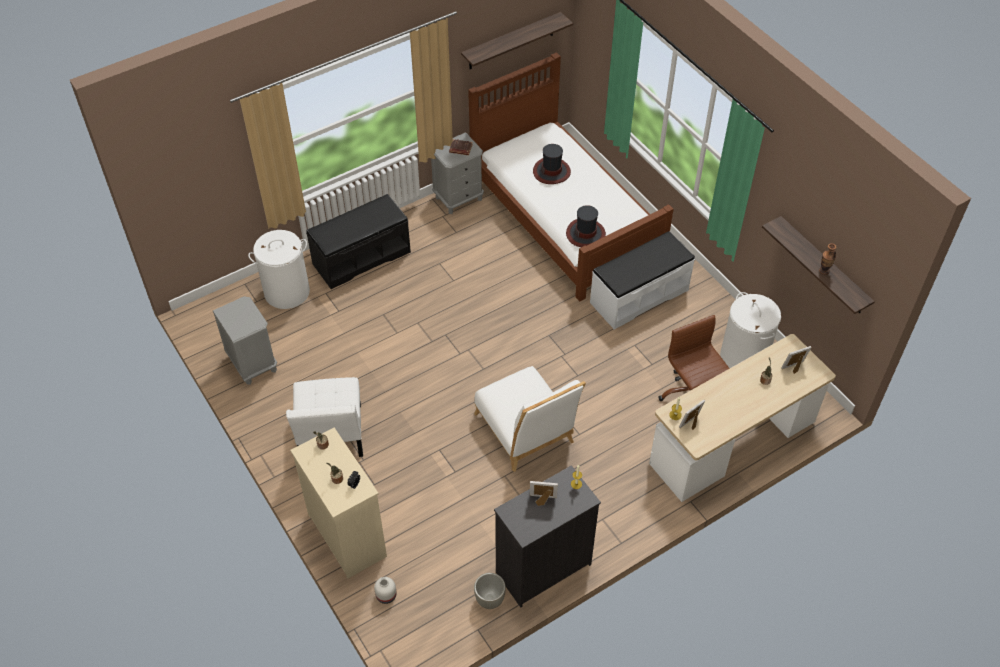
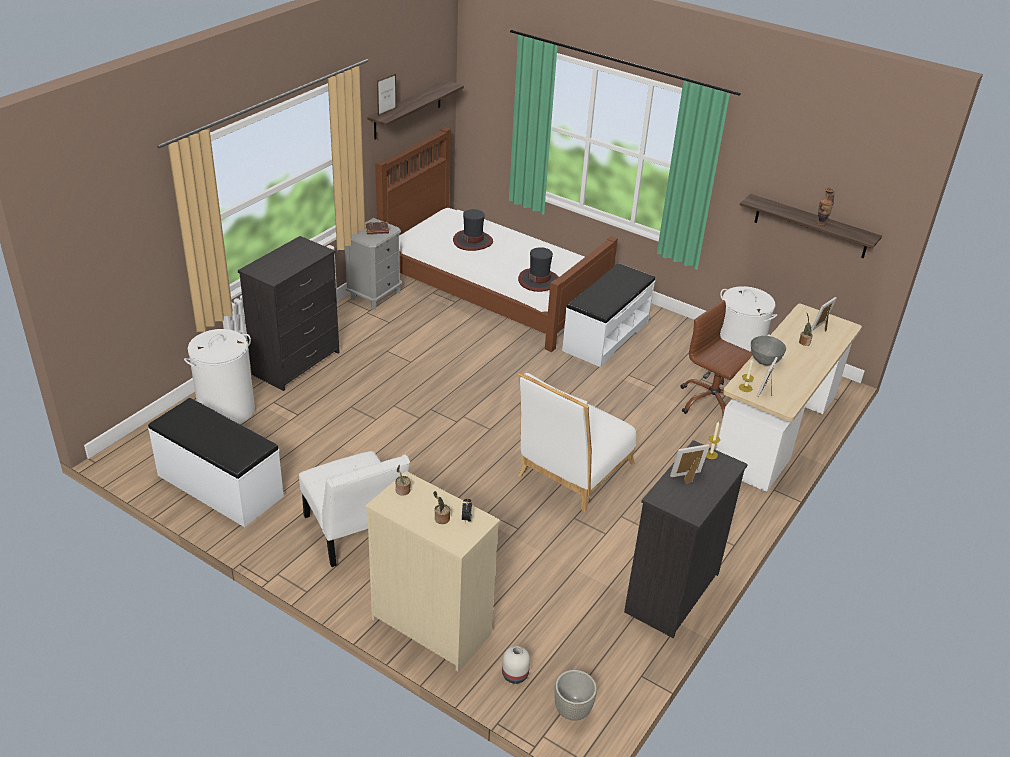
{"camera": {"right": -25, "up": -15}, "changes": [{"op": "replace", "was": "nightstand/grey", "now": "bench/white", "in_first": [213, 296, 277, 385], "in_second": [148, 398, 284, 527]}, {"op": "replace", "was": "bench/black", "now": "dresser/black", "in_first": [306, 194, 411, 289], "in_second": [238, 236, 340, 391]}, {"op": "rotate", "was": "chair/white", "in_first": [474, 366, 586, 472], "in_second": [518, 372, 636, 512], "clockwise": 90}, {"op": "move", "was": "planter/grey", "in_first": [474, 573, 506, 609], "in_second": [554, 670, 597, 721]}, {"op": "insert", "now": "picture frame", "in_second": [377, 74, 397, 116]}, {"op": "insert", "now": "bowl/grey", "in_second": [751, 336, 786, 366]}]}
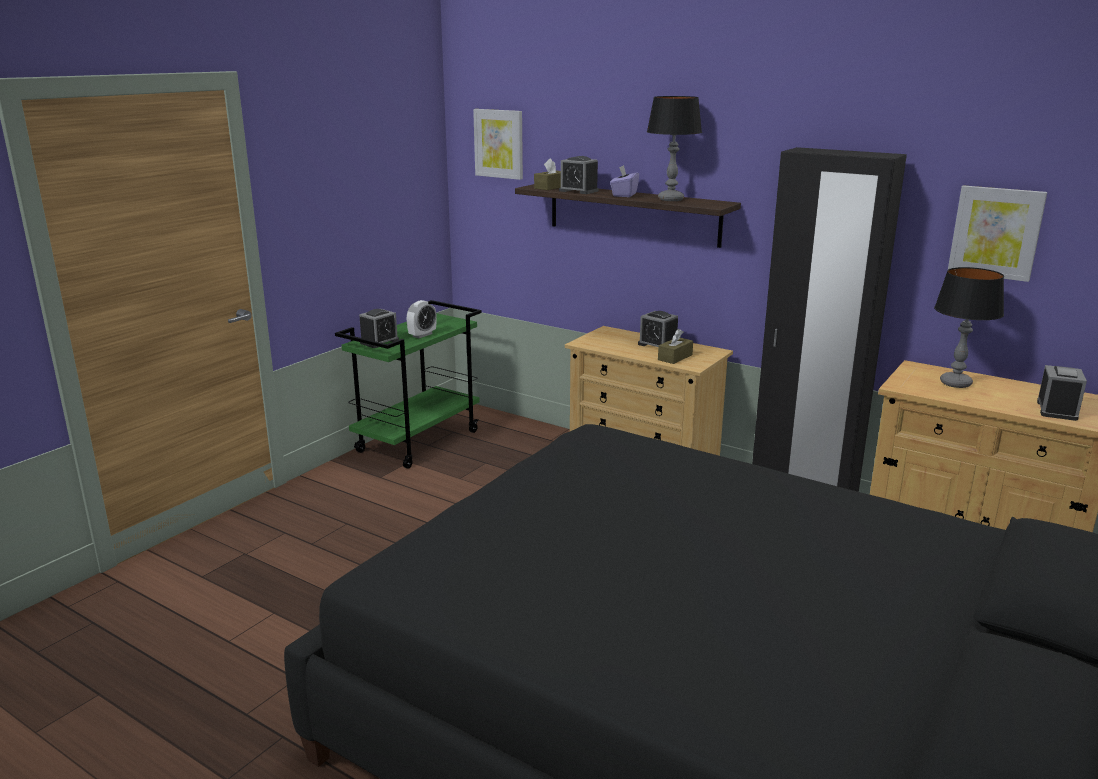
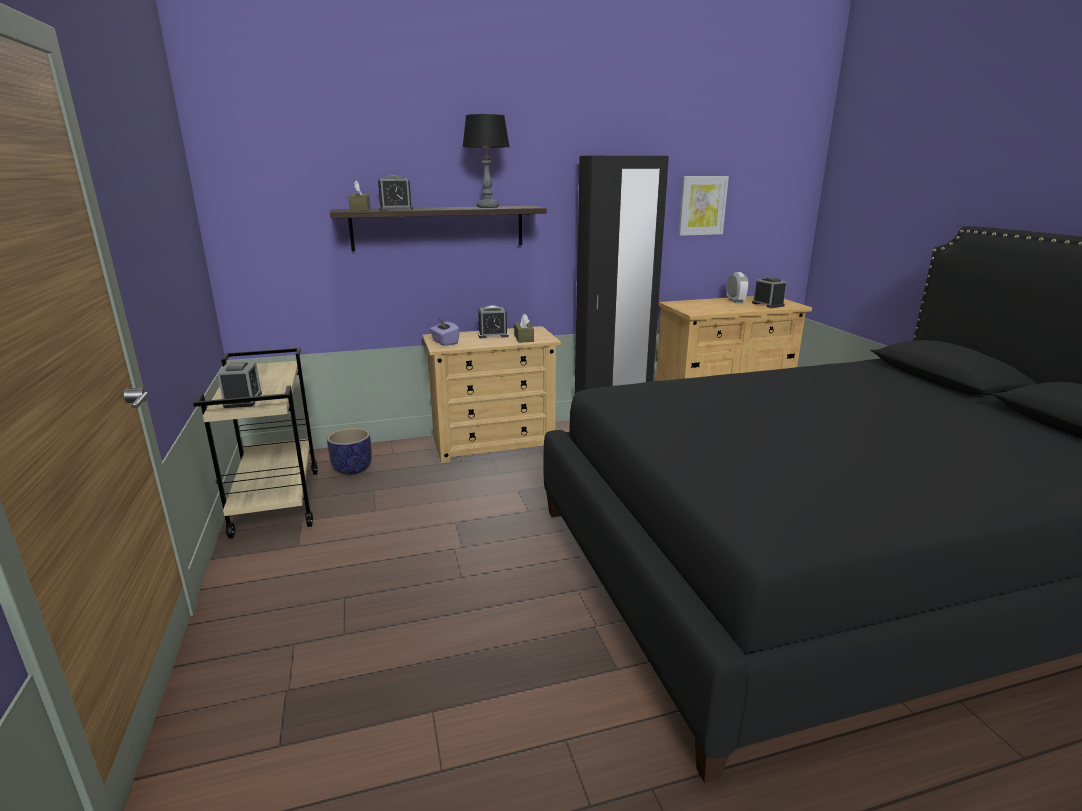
{"camera": {"right": -50, "up": 0}, "changes": [{"op": "recolor", "was": "cart/green", "now": "cart/beige", "in_first": [335, 300, 482, 468], "in_second": [193, 348, 318, 538]}, {"op": "move", "was": "alarm clock", "in_first": [407, 300, 437, 338], "in_second": [727, 272, 749, 303]}, {"op": "delete", "was": "picture", "in_first": [473, 109, 523, 180]}, {"op": "move", "was": "tissue box/purple", "in_first": [610, 165, 639, 197], "in_second": [430, 318, 460, 346]}, {"op": "delete", "was": "table lamp", "in_first": [934, 267, 1004, 388]}, {"op": "insert", "now": "planter", "in_second": [327, 428, 372, 475]}]}
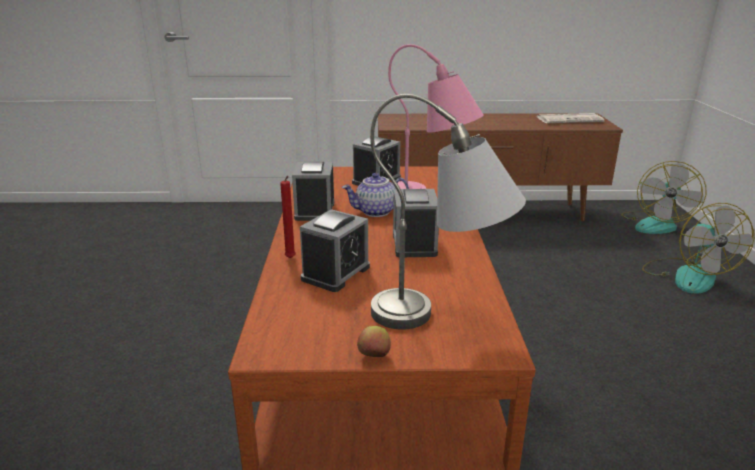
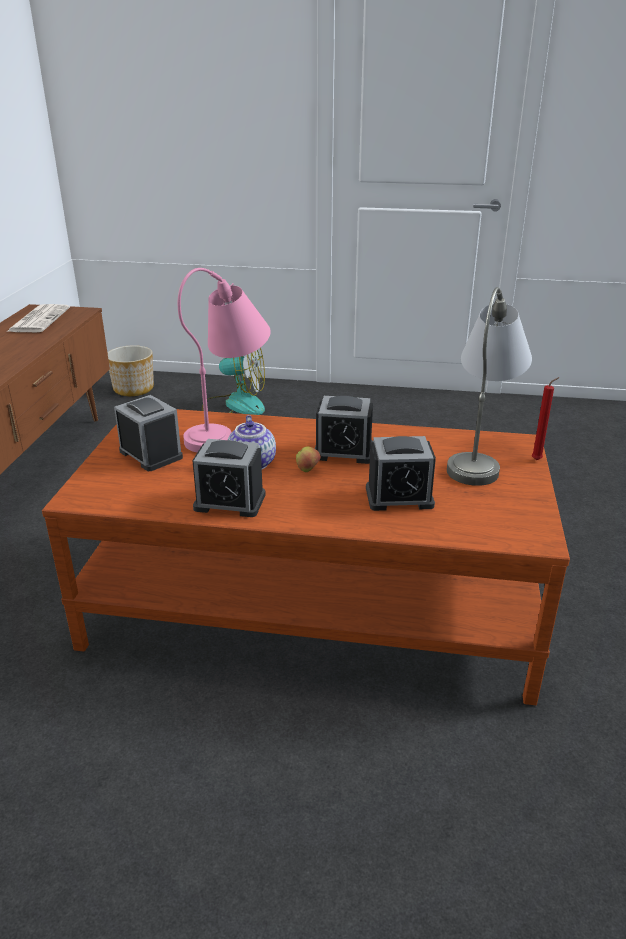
{"camera": {"right": -80, "up": 5}, "changes": [{"op": "move", "was": "candle/red", "in_first": [280, 176, 296, 259], "in_second": [532, 377, 560, 460]}, {"op": "rotate", "was": "alarm clock", "in_first": [300, 209, 370, 292], "in_second": [366, 436, 436, 511], "clockwise": 135}, {"op": "move", "was": "apple", "in_first": [357, 326, 391, 357], "in_second": [296, 446, 321, 472]}, {"op": "replace", "was": "fan", "now": "planter", "in_first": [621, 161, 706, 234], "in_second": [107, 345, 154, 396]}]}
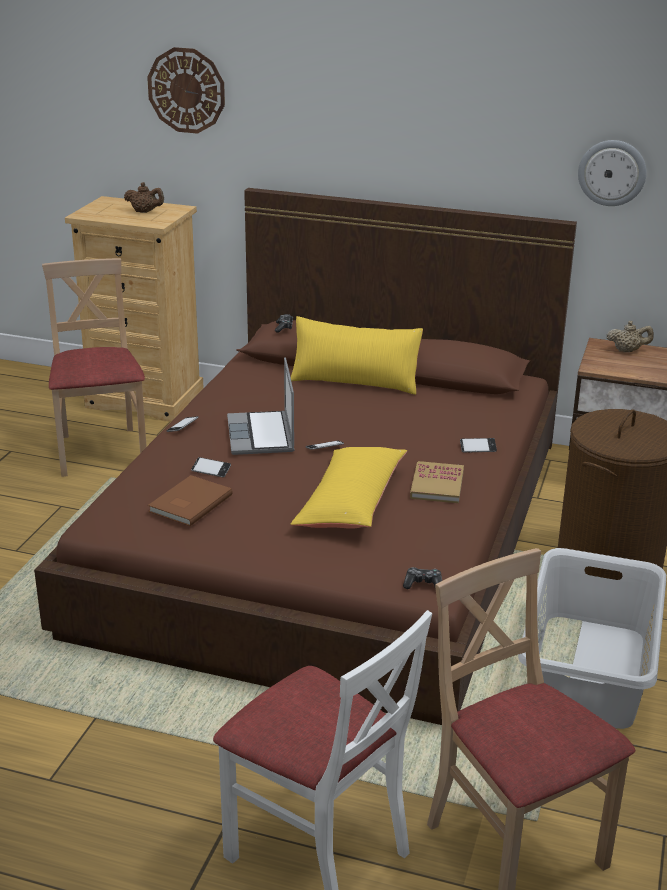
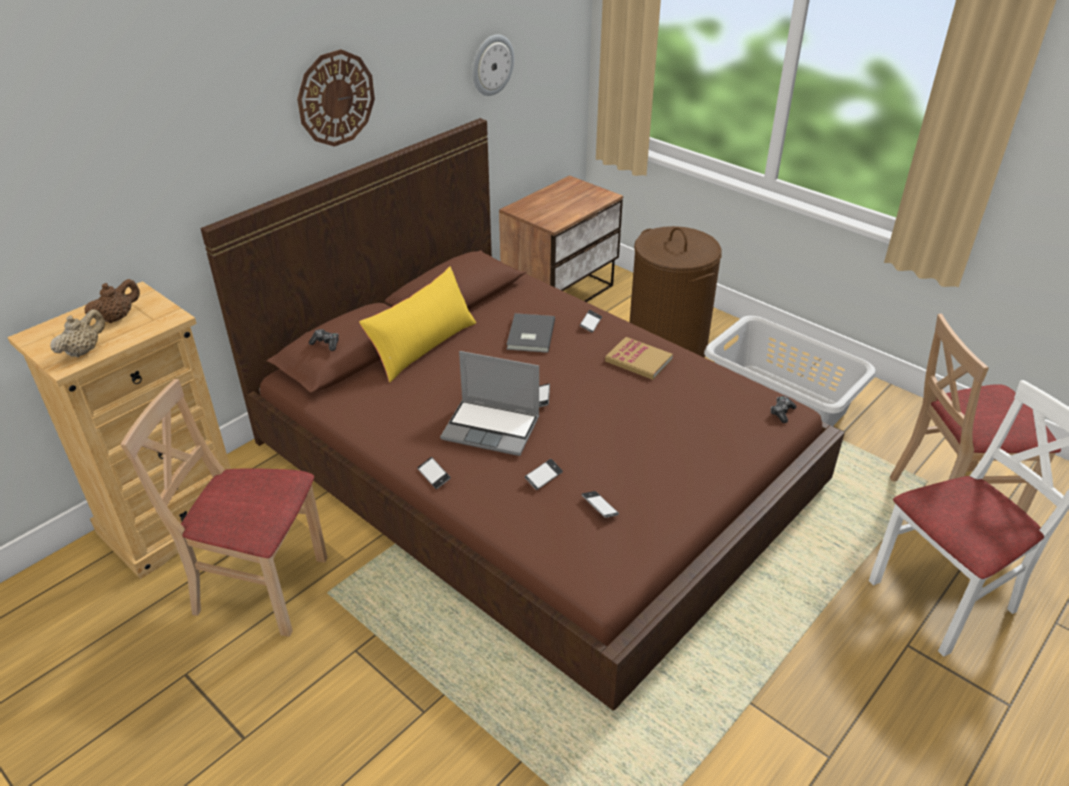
{"camera": {"right": -65, "up": 10}, "changes": [{"op": "move", "was": "wall clock", "in_first": [147, 47, 225, 134], "in_second": [297, 49, 375, 147]}, {"op": "replace", "was": "book/brown", "now": "phone", "in_first": [148, 475, 233, 526], "in_second": [582, 491, 619, 518]}, {"op": "delete", "was": "pillow/yellow", "in_first": [291, 447, 407, 529]}, {"op": "move", "was": "teapot/beige", "in_first": [607, 321, 654, 352], "in_second": [50, 309, 105, 358]}, {"op": "insert", "now": "book/grey", "in_second": [506, 313, 555, 353]}]}
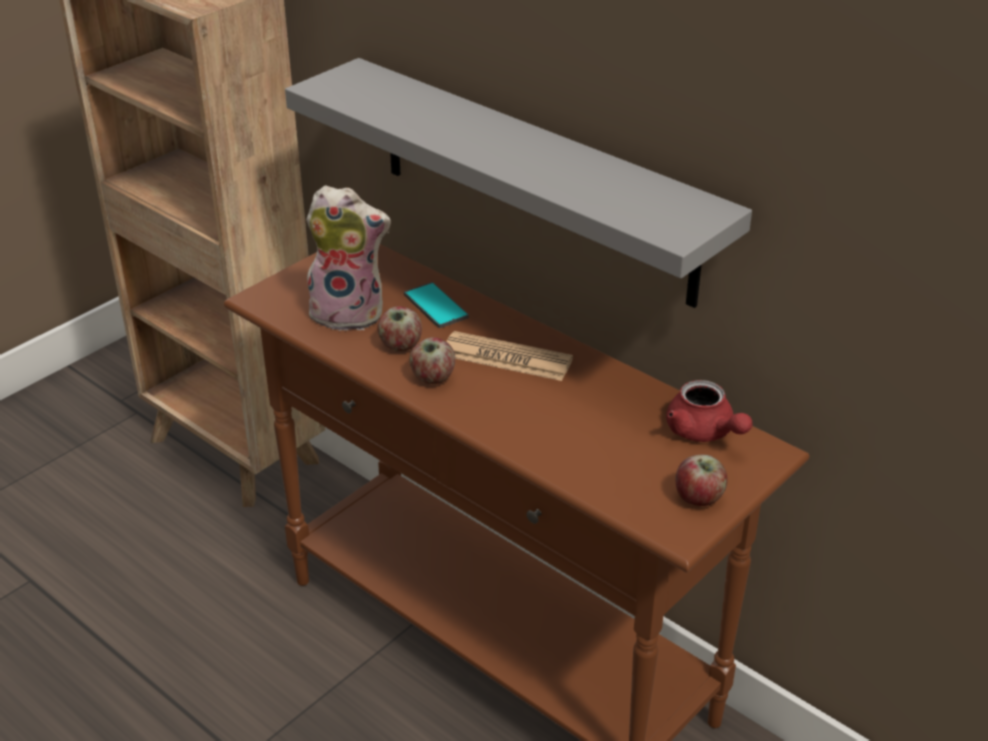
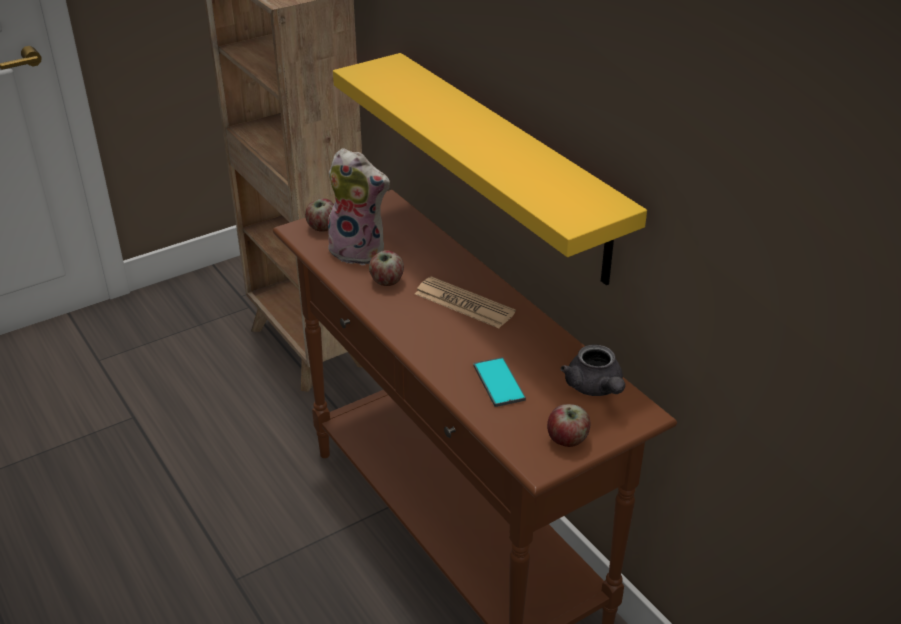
{"camera": {"right": 15, "up": 0}, "changes": [{"op": "recolor", "was": "shelf/grey", "now": "shelf/yellow", "in_first": [285, 58, 752, 308], "in_second": [333, 53, 647, 285]}, {"op": "move", "was": "phone", "in_first": [404, 282, 469, 328], "in_second": [473, 357, 526, 407]}, {"op": "move", "was": "apple", "in_first": [410, 337, 455, 384], "in_second": [305, 198, 334, 232]}, {"op": "recolor", "was": "teapot/red", "now": "teapot/grey", "in_first": [666, 380, 752, 442], "in_second": [561, 344, 625, 396]}]}
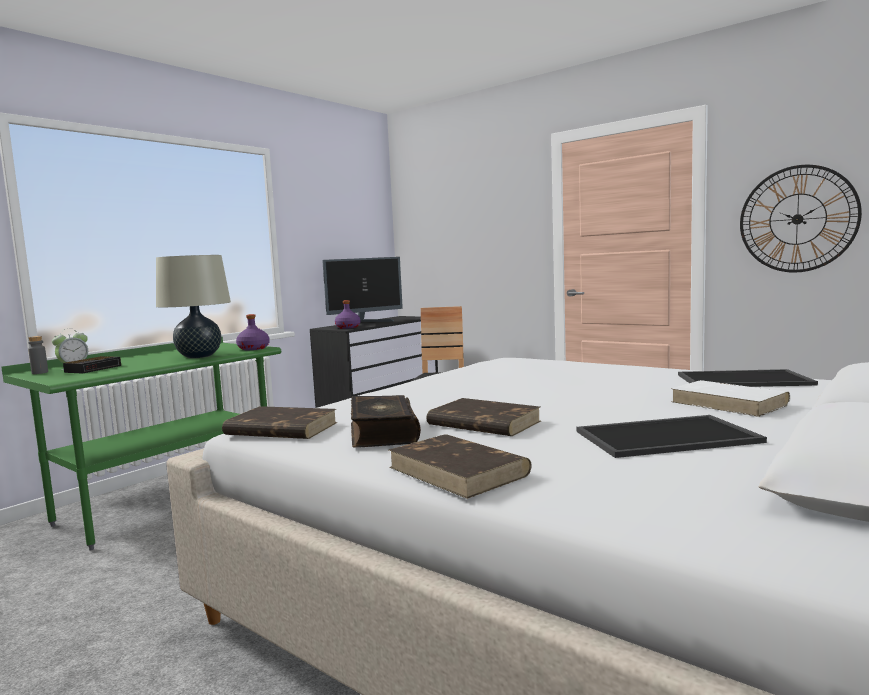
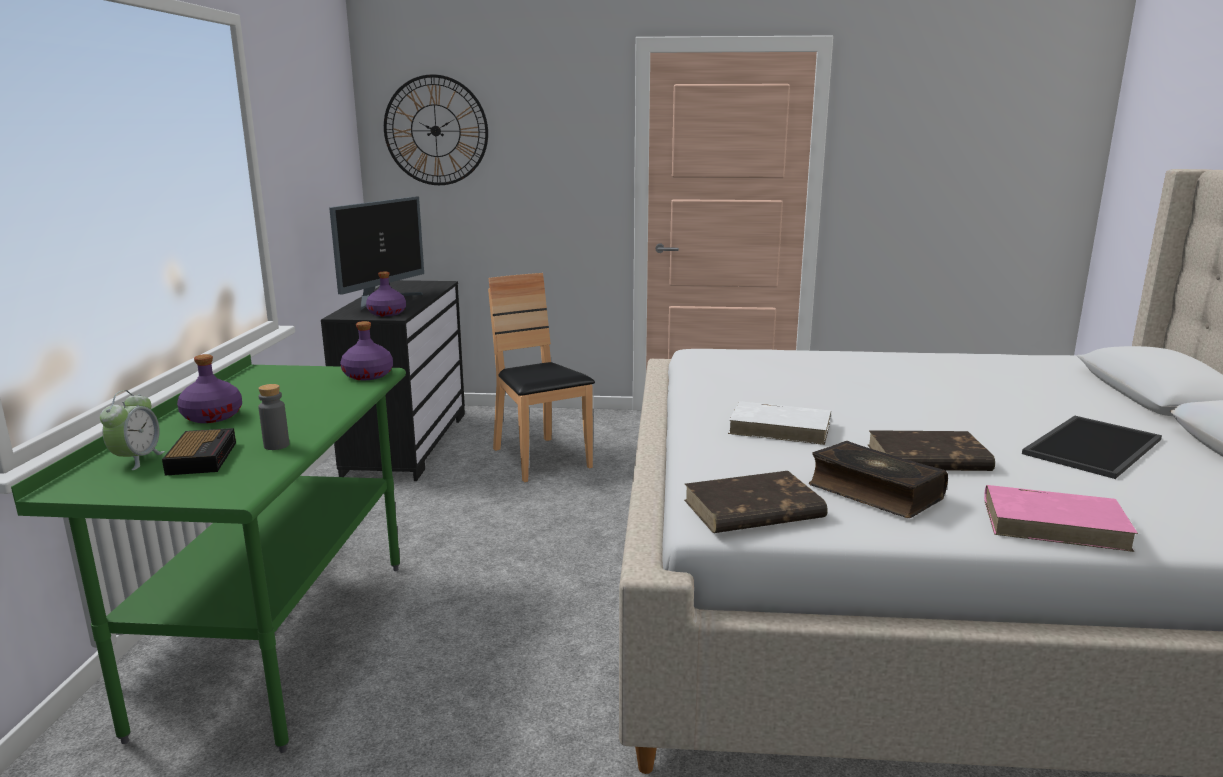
{"camera": {"right": -35, "up": 10}, "changes": [{"op": "move", "was": "bottle/grey", "in_first": [28, 336, 48, 374], "in_second": [258, 384, 289, 450]}, {"op": "delete", "was": "table lamp/beige", "in_first": [156, 255, 231, 358]}, {"op": "recolor", "was": "book/brown", "now": "book/pink", "in_first": [389, 434, 532, 499], "in_second": [984, 485, 1138, 552]}, {"op": "move", "was": "book/white", "in_first": [671, 380, 791, 417], "in_second": [728, 401, 831, 445]}, {"op": "delete", "was": "tray", "in_first": [678, 369, 818, 387]}, {"op": "move", "was": "wall clock", "in_first": [740, 165, 862, 273], "in_second": [384, 74, 488, 185]}, {"op": "insert", "now": "bottle/purple", "in_second": [177, 354, 242, 423]}]}
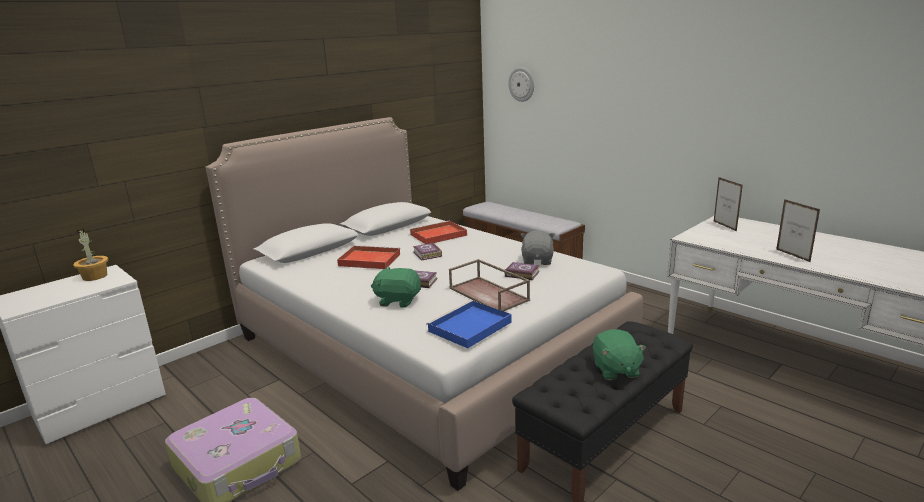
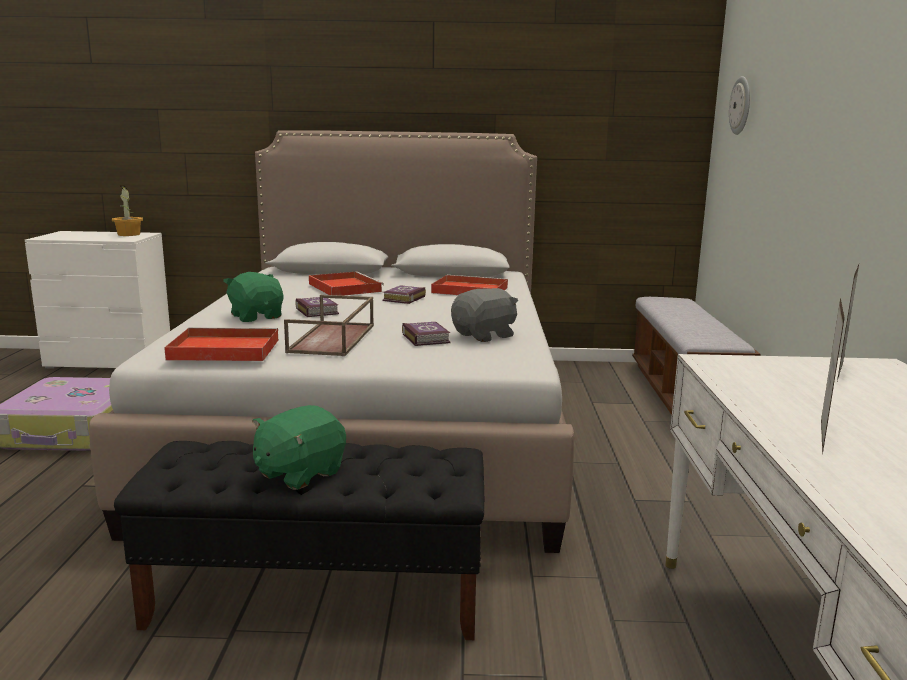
{"camera": {"right": 45, "up": -5}, "changes": [{"op": "recolor", "was": "tray/blue", "now": "tray/red", "in_first": [426, 300, 512, 348], "in_second": [164, 327, 278, 361]}]}
